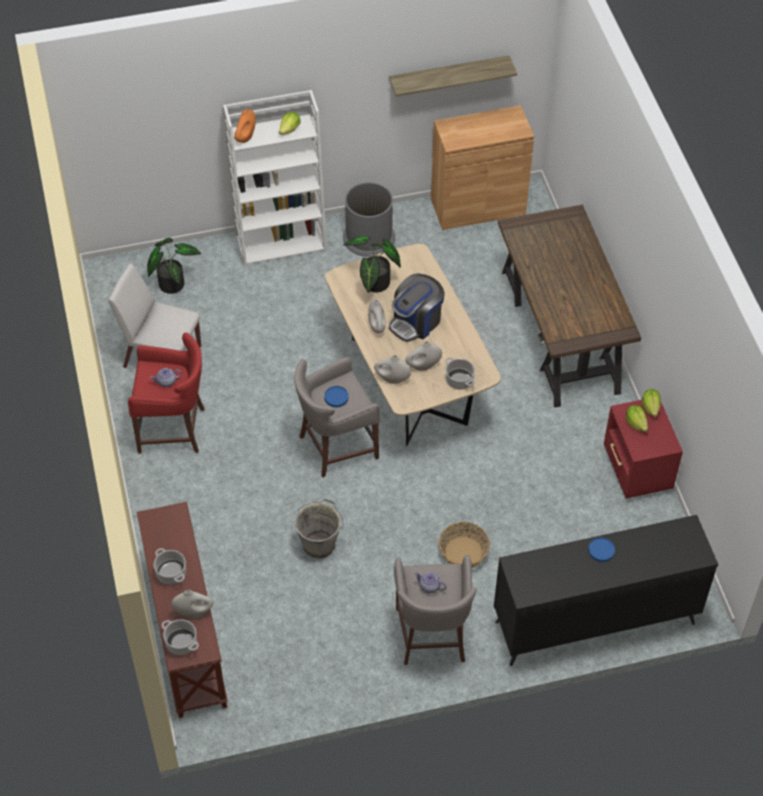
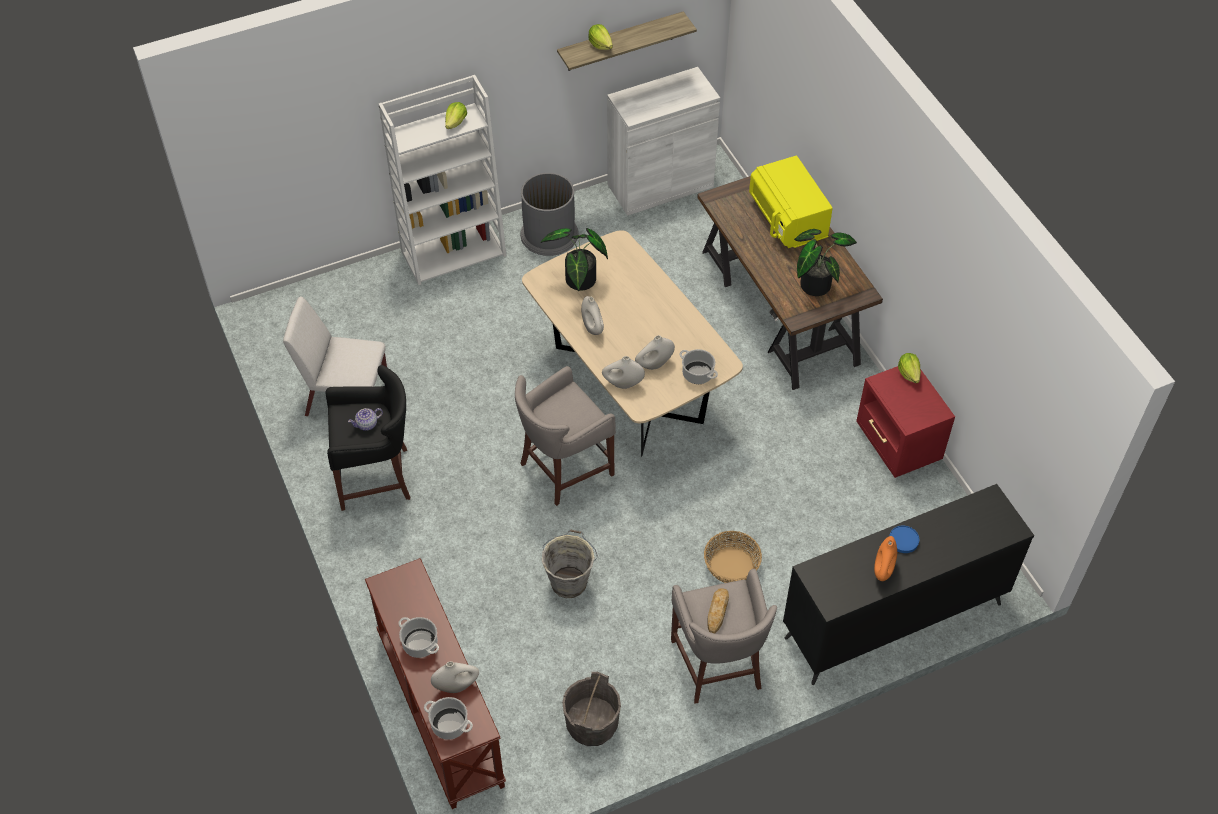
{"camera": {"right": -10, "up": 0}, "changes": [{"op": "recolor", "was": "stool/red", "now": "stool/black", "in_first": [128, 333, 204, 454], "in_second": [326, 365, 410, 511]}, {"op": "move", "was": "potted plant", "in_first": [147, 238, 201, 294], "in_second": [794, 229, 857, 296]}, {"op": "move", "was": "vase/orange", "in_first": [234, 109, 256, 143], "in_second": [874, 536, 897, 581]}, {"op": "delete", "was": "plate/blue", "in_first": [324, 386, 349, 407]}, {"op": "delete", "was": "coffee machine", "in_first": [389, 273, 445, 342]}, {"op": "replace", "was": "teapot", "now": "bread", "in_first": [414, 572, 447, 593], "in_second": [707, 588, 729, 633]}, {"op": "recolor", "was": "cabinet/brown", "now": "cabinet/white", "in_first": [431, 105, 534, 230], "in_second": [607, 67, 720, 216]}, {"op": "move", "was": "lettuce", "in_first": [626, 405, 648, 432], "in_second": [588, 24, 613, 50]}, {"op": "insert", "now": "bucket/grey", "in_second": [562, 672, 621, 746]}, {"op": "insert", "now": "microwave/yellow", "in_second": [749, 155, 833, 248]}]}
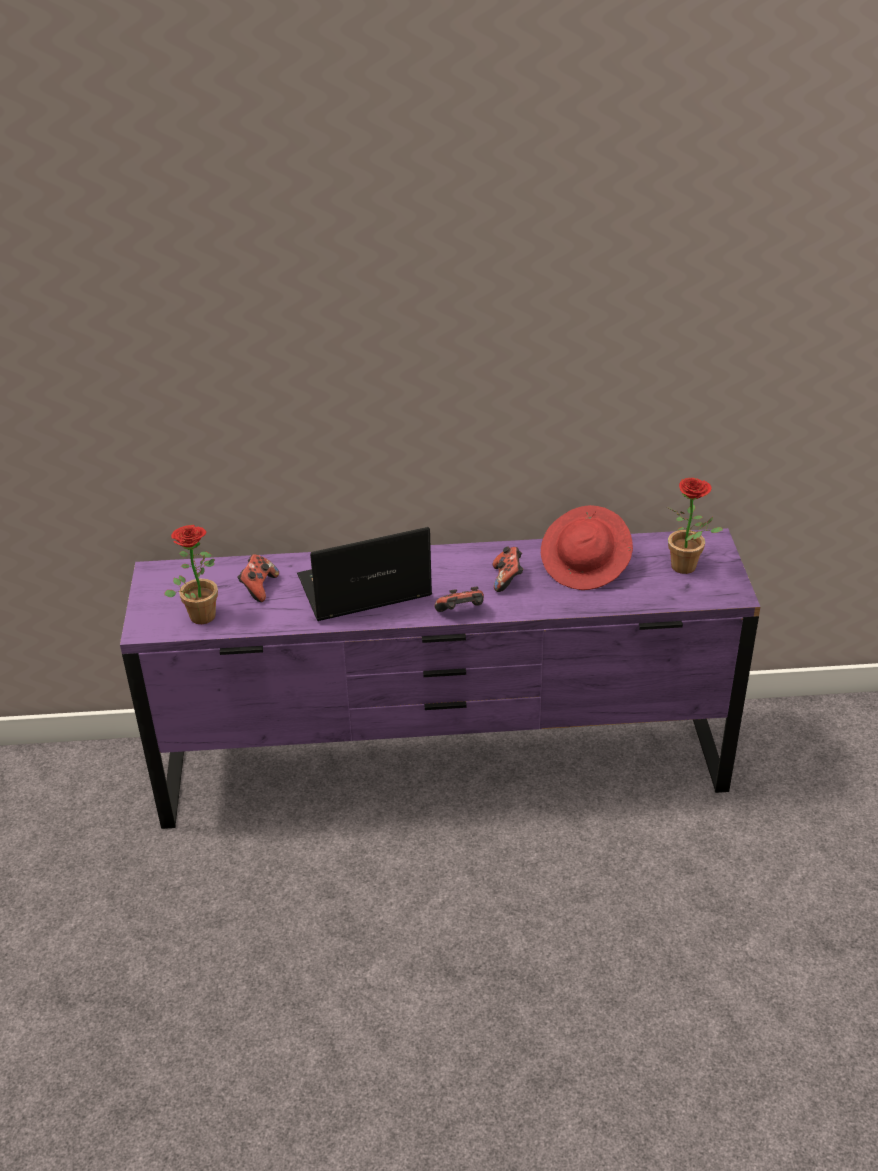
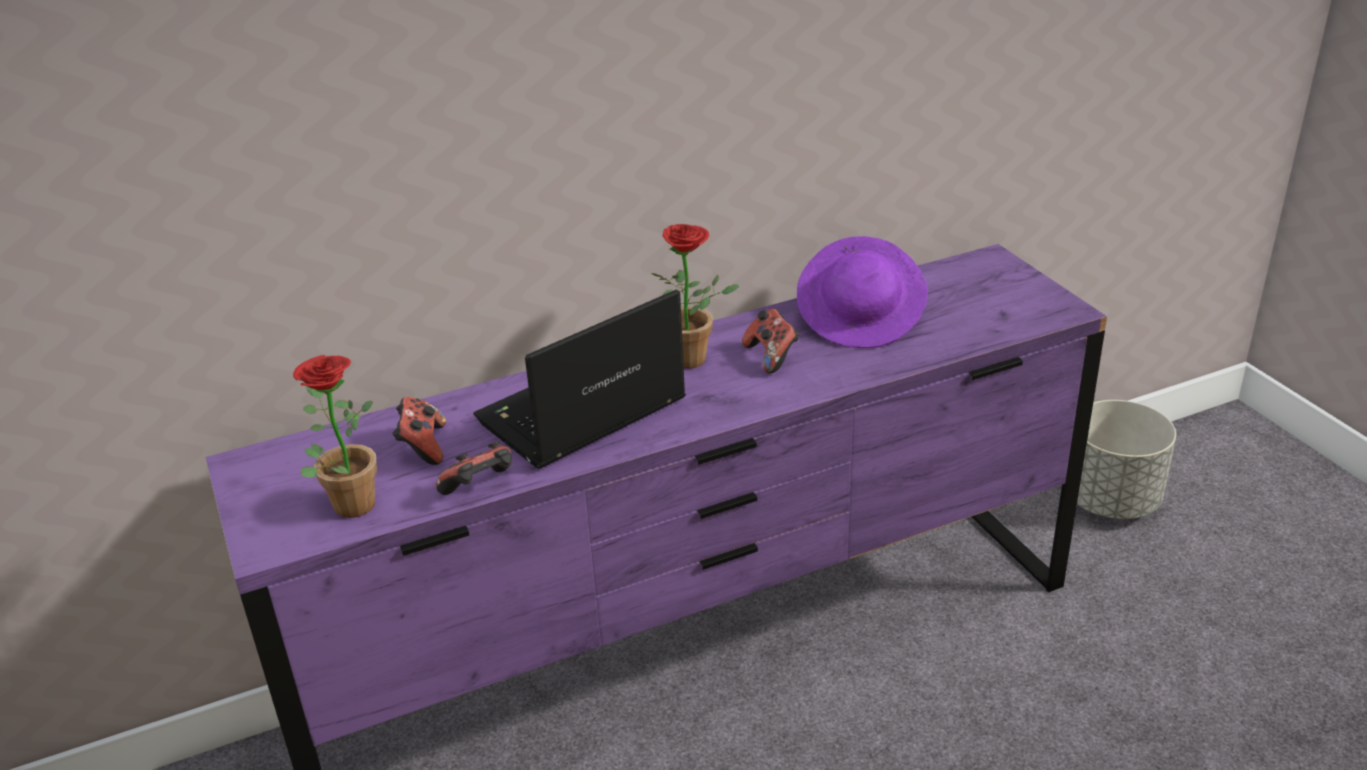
{"camera": {"right": -20, "up": -5}, "changes": [{"op": "move", "was": "game controller", "in_first": [435, 587, 484, 612], "in_second": [436, 441, 512, 495]}, {"op": "recolor", "was": "hat/red", "now": "hat/purple", "in_first": [541, 505, 633, 590], "in_second": [797, 236, 928, 348]}, {"op": "move", "was": "potted plant", "in_first": [667, 478, 723, 574], "in_second": [651, 224, 739, 369]}, {"op": "insert", "now": "planter/grey", "in_second": [1077, 400, 1176, 519]}]}
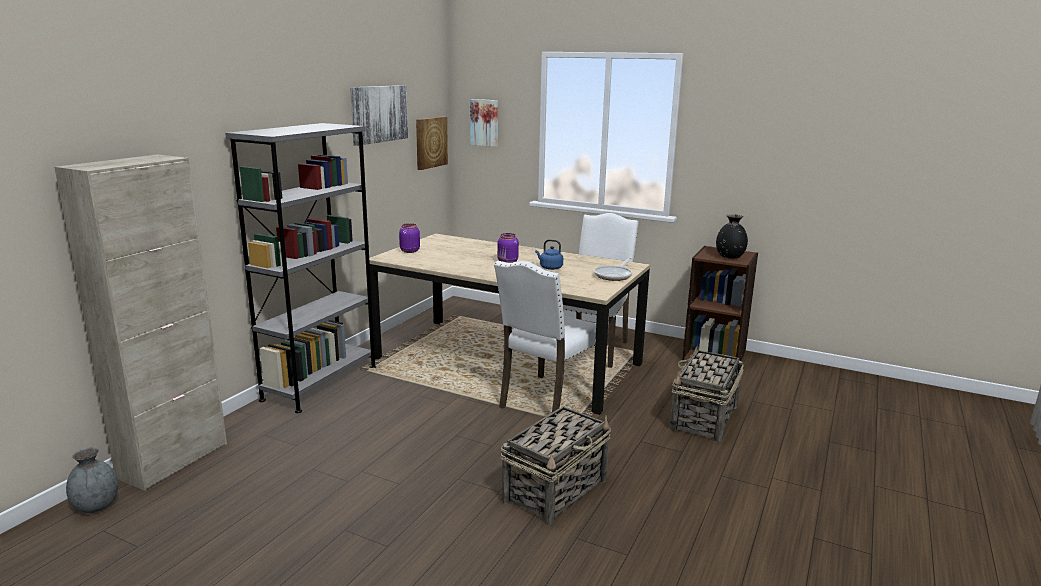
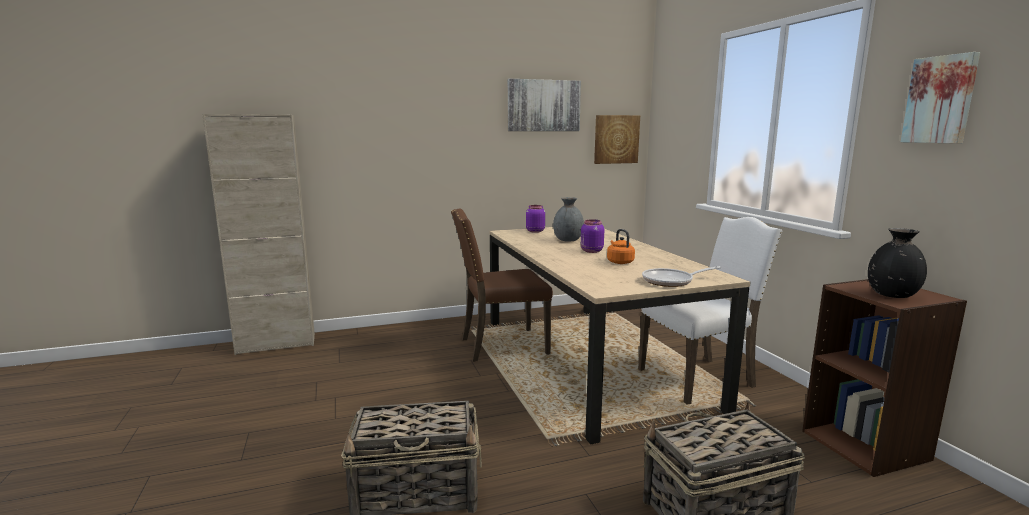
{"camera": {"right": 45, "up": -5}, "changes": [{"op": "move", "was": "vase/grey", "in_first": [66, 447, 118, 513], "in_second": [553, 197, 584, 242]}, {"op": "delete", "was": "bookcase/grey", "in_first": [225, 123, 376, 413]}, {"op": "move", "was": "picture", "in_first": [470, 99, 498, 147], "in_second": [901, 52, 980, 144]}, {"op": "delete", "was": "chair/white", "in_first": [494, 261, 596, 412]}, {"op": "recolor", "was": "kettle/blue", "now": "kettle/orange", "in_first": [535, 239, 563, 270], "in_second": [607, 229, 635, 264]}, {"op": "insert", "now": "chair/brown", "in_second": [451, 209, 553, 362]}]}
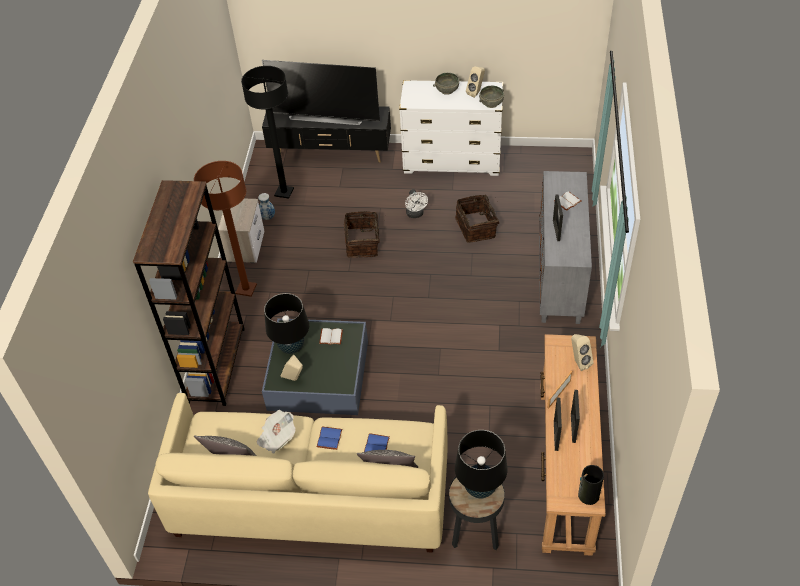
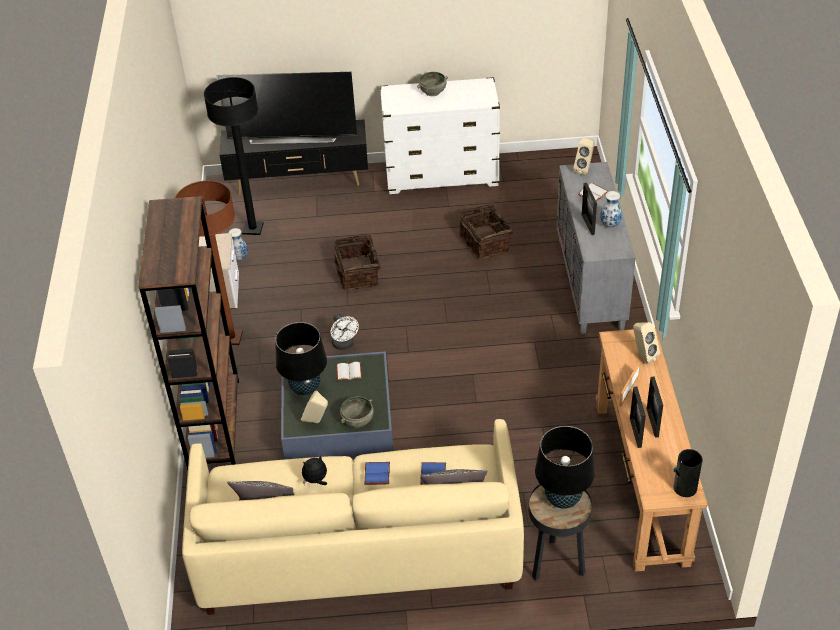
{"camera": {"right": -10, "up": -5}, "changes": [{"op": "replace", "was": "newspaper", "now": "plush toy", "in_first": [257, 410, 296, 454], "in_second": [302, 456, 327, 485]}, {"op": "move", "was": "fan/white", "in_first": [405, 189, 428, 218], "in_second": [331, 314, 359, 350]}, {"op": "move", "was": "speaker/beige", "in_first": [466, 66, 485, 98], "in_second": [573, 138, 595, 176]}, {"op": "move", "was": "bowl/grey", "in_first": [479, 86, 504, 108], "in_second": [340, 396, 374, 428]}, {"op": "insert", "now": "vase", "in_second": [600, 191, 622, 227]}]}
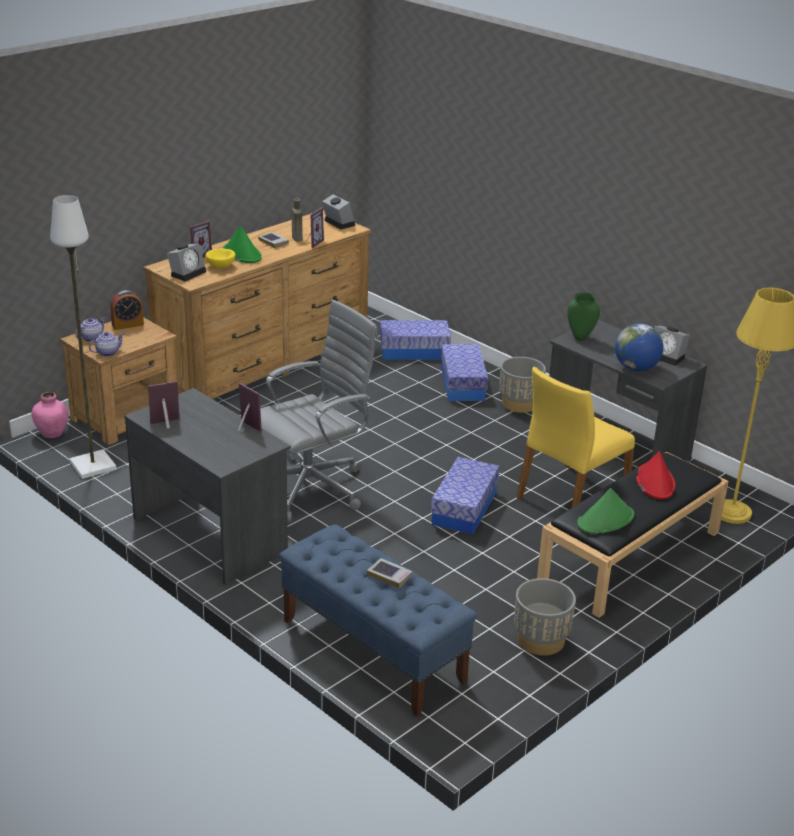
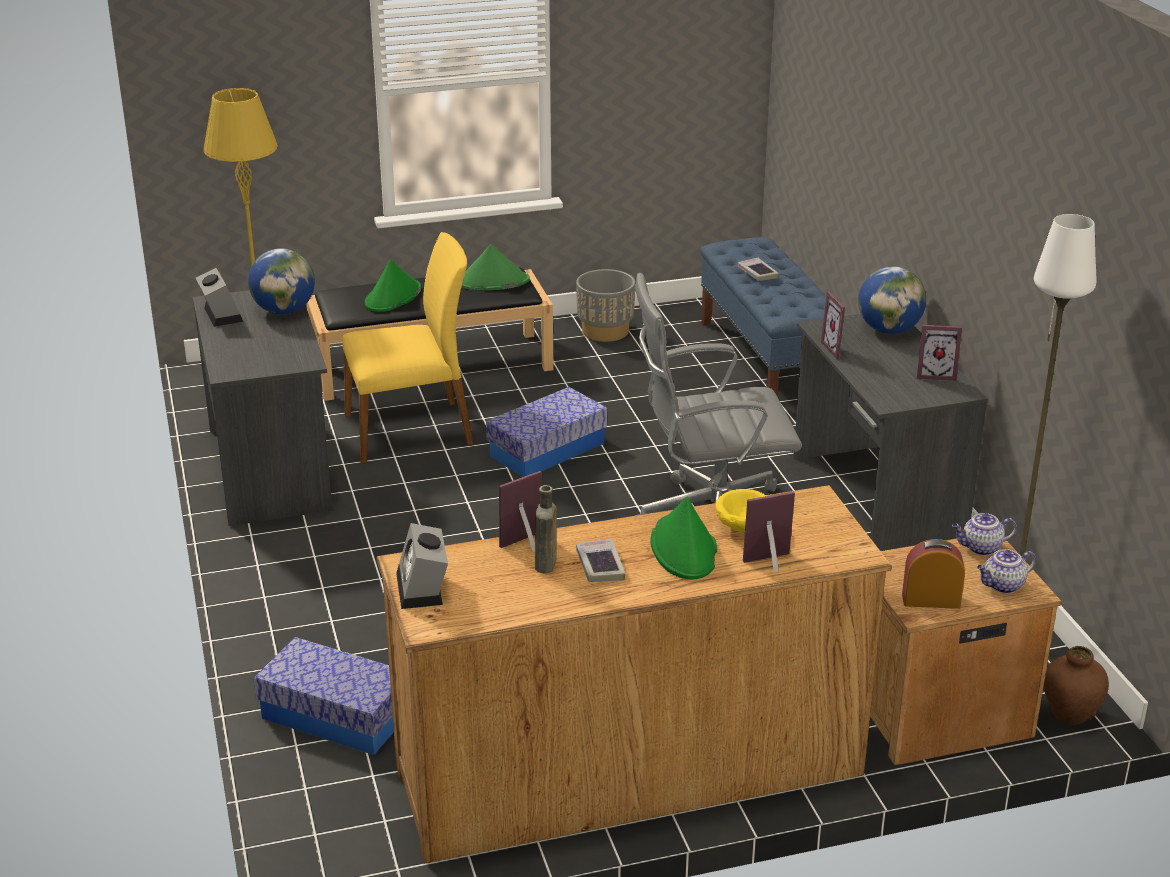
{"camera": {"right": -150, "up": 0}, "changes": [{"op": "recolor", "was": "vase/pink", "now": "vase/brown", "in_first": [32, 392, 69, 438], "in_second": [1043, 646, 1109, 725]}, {"op": "delete", "was": "alarm clock", "in_first": [167, 243, 206, 281]}, {"op": "delete", "was": "storage box", "in_first": [441, 344, 488, 401]}, {"op": "delete", "was": "planter/grey", "in_first": [500, 357, 546, 413]}, {"op": "delete", "was": "vase/green", "in_first": [567, 292, 600, 341]}, {"op": "recolor", "was": "hat/red", "now": "hat/green", "in_first": [636, 451, 675, 499], "in_second": [365, 260, 421, 312]}, {"op": "insert", "now": "globe", "in_second": [858, 266, 926, 334]}]}
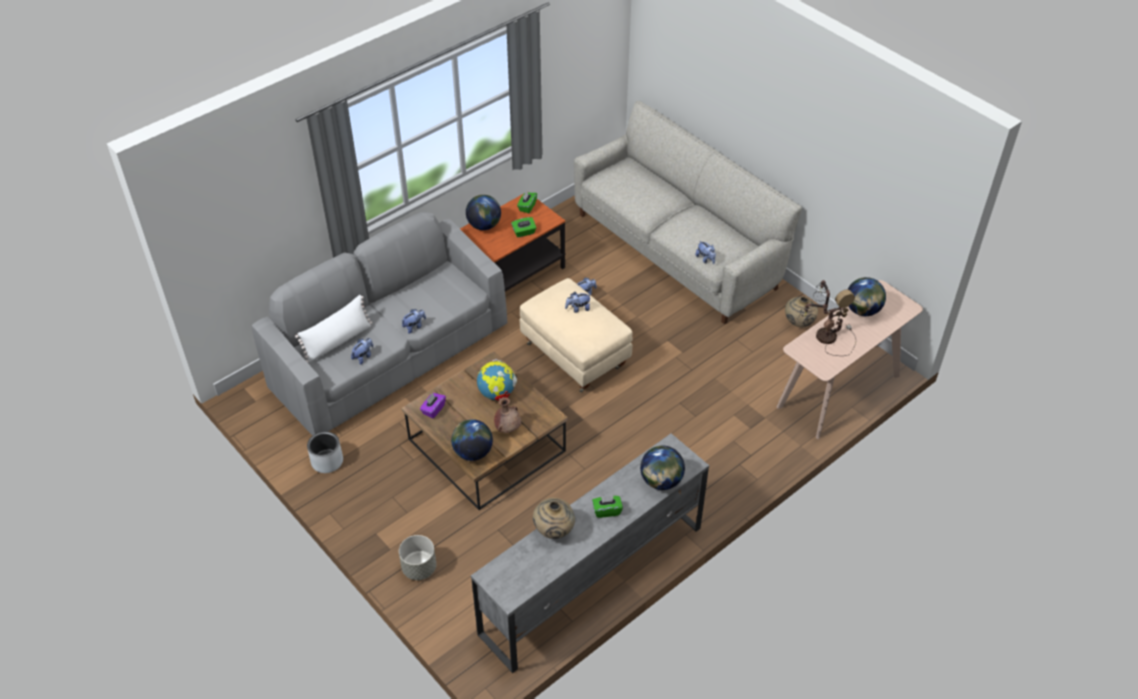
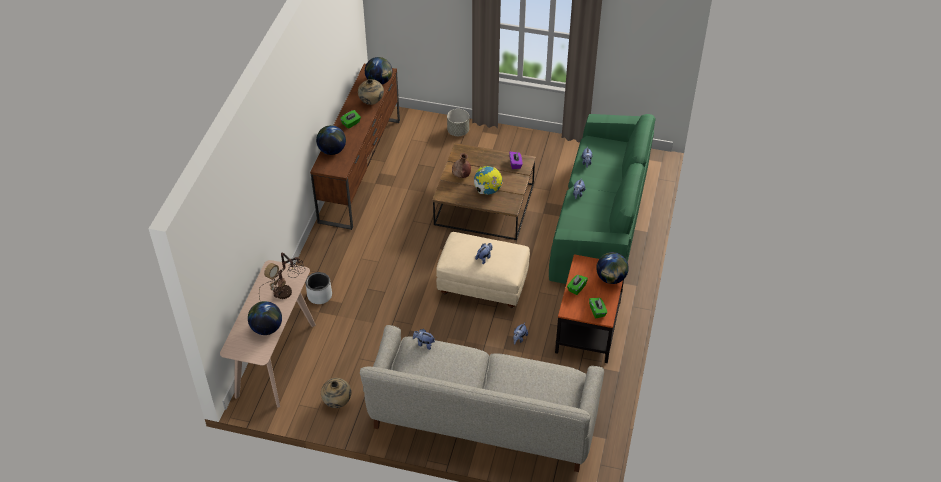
{"camera": {"right": 145, "up": 0}, "changes": [{"op": "recolor", "was": "sofa/grey", "now": "sofa/green", "in_first": [252, 212, 507, 436], "in_second": [549, 114, 656, 284]}, {"op": "delete", "was": "pillow/white", "in_first": [295, 295, 372, 363]}, {"op": "move", "was": "planter/grey", "in_first": [307, 431, 343, 473], "in_second": [305, 272, 332, 304]}, {"op": "move", "was": "globe", "in_first": [451, 419, 493, 461], "in_second": [365, 57, 392, 84]}, {"op": "recolor", "was": "tv stand/grey", "now": "tv stand/brown", "in_first": [471, 433, 709, 673], "in_second": [310, 64, 400, 230]}]}
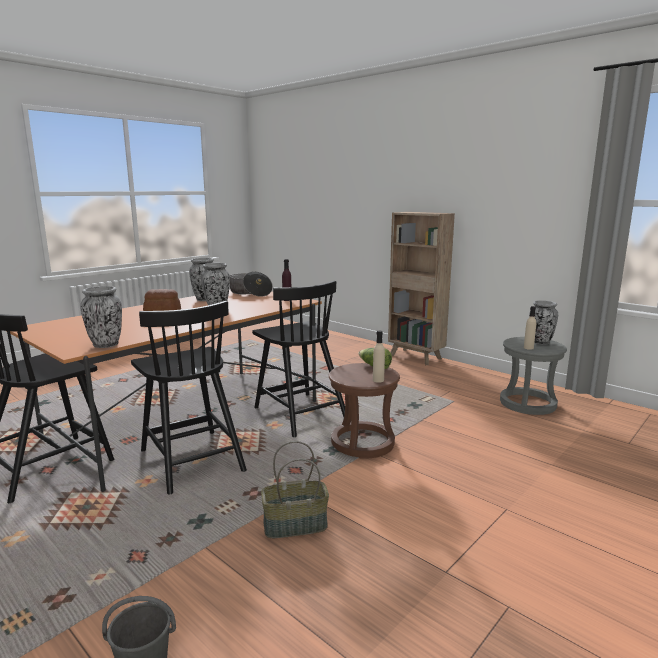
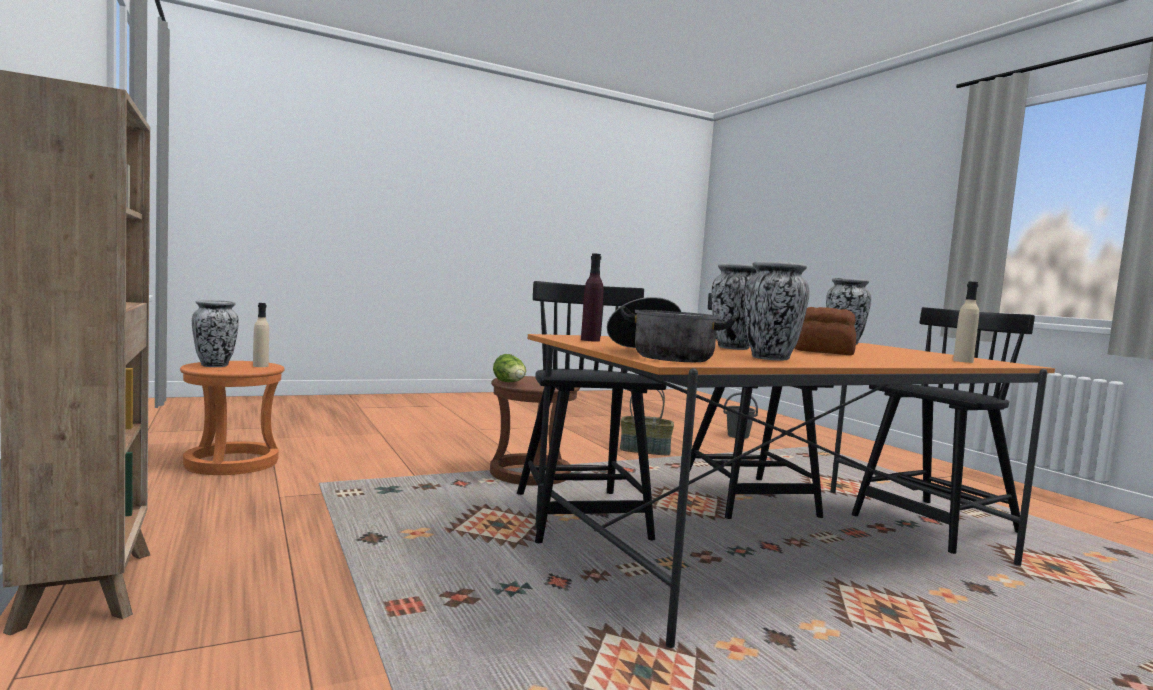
{"camera": {"right": -160, "up": -10}, "changes": [{"op": "move", "was": "bottle/beige", "in_first": [373, 331, 385, 383], "in_second": [953, 282, 979, 363]}, {"op": "recolor", "was": "stool/grey", "now": "stool/orange", "in_first": [500, 337, 567, 415], "in_second": [180, 361, 285, 475]}]}
